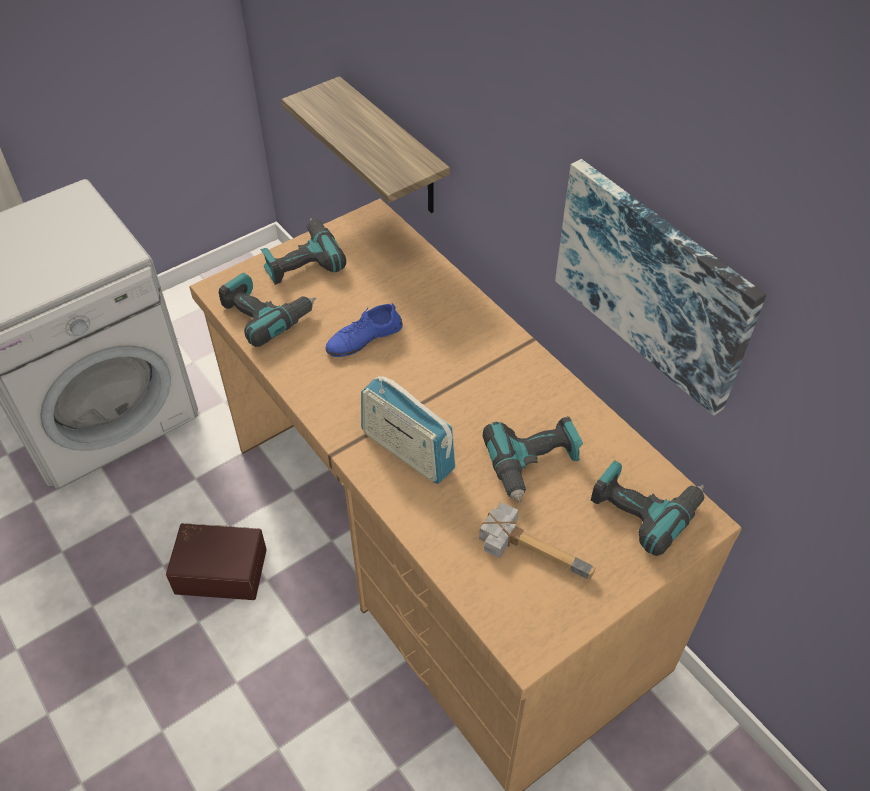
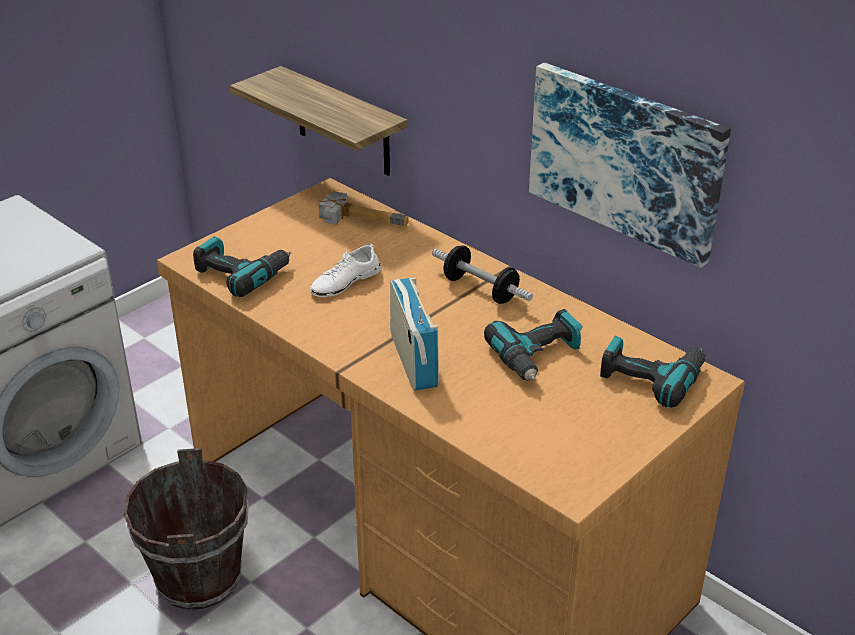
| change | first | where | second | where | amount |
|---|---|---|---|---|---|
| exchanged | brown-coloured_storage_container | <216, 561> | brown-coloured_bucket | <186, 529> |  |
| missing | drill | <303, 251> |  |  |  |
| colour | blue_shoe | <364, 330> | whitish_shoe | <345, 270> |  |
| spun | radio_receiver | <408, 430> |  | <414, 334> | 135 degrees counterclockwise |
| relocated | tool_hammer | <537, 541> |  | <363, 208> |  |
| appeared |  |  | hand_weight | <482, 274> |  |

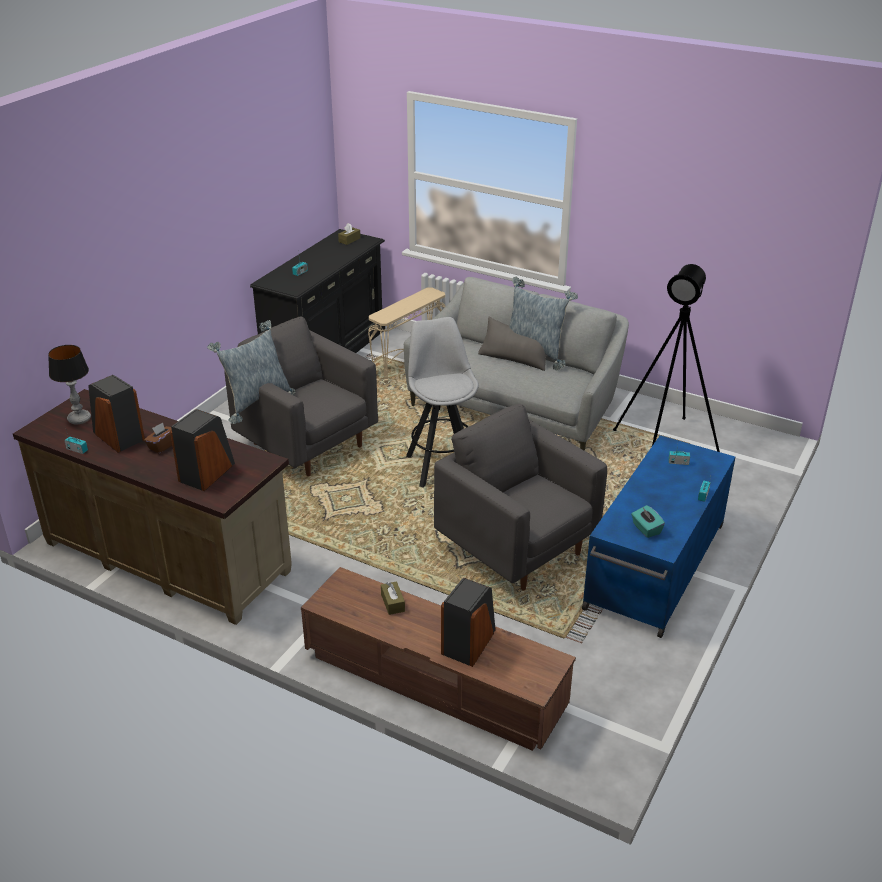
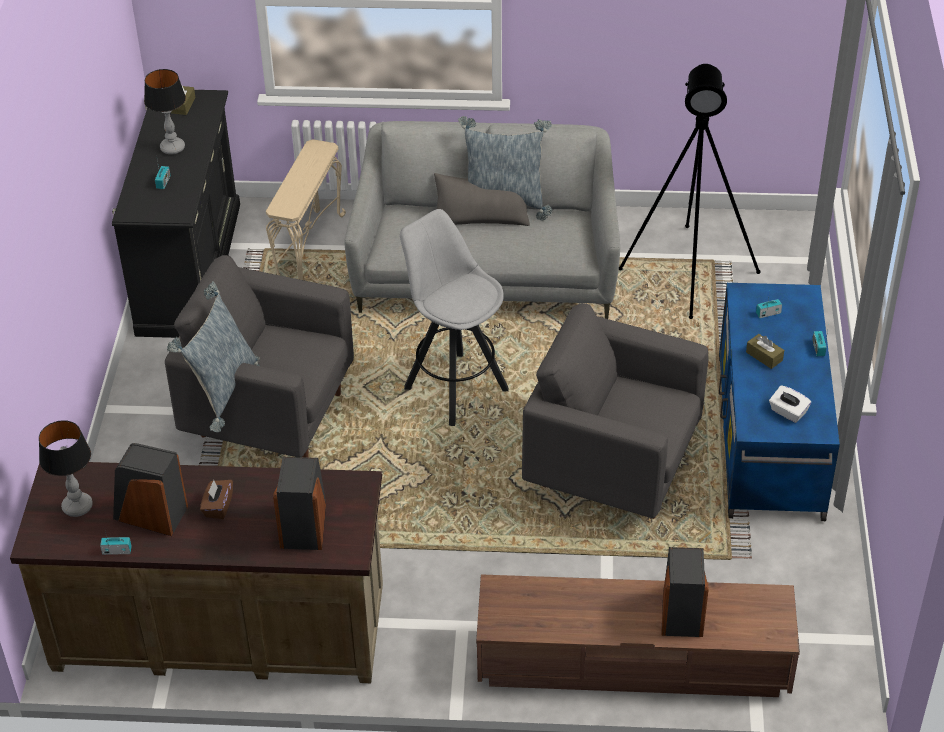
| change | first | where | second | where | amount |
|---|---|---|---|---|---|
| relocated | brown-coloured_box_of_tissues | <393, 598> |  | <765, 351> |  |
| colour | turquoise-coloured_box_of_tissues | <648, 521> | whitish_box_of_tissues | <790, 404> |  |
| appeared |  |  | lamp_for_a_table | <165, 112> |  |

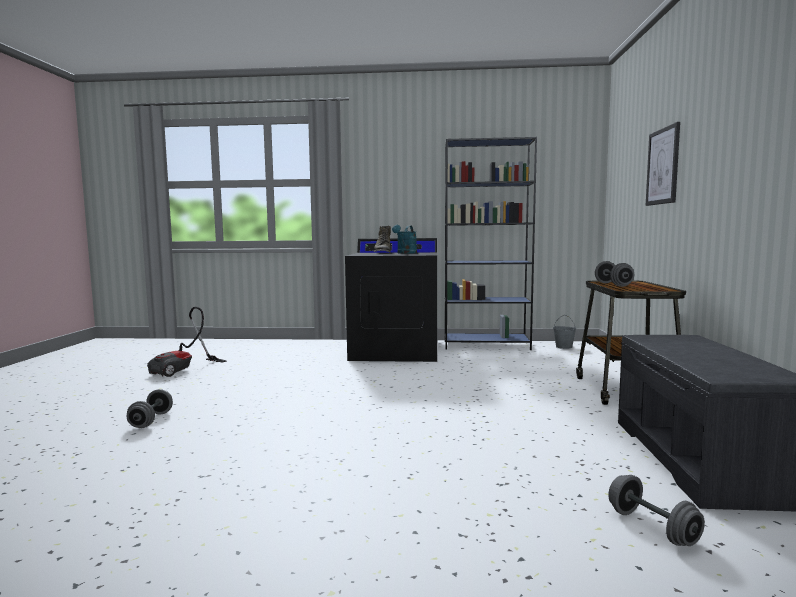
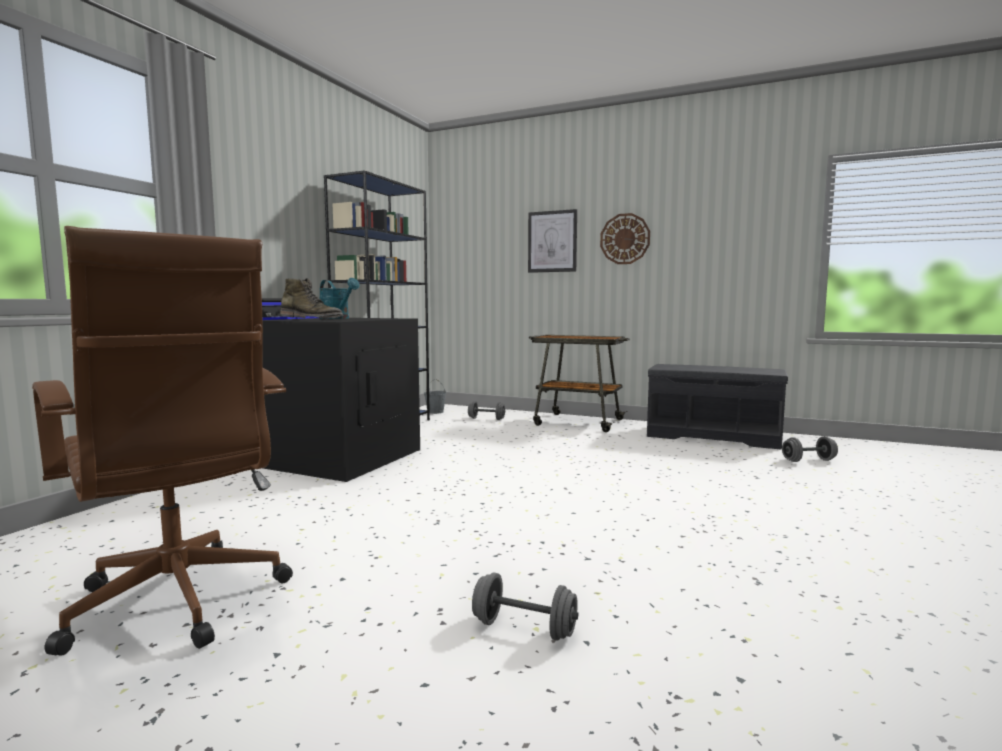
| change | first | where | second | where | amount |
|---|---|---|---|---|---|
| exchanged | vacuum_cleaner | <187, 342> | brown-coloured_desk_chair | <162, 441> |  |
| relocated | gray_hand_weight | <614, 274> |  | <486, 410> |  |
| appeared |  |  | wall_clock | <625, 238> |  |

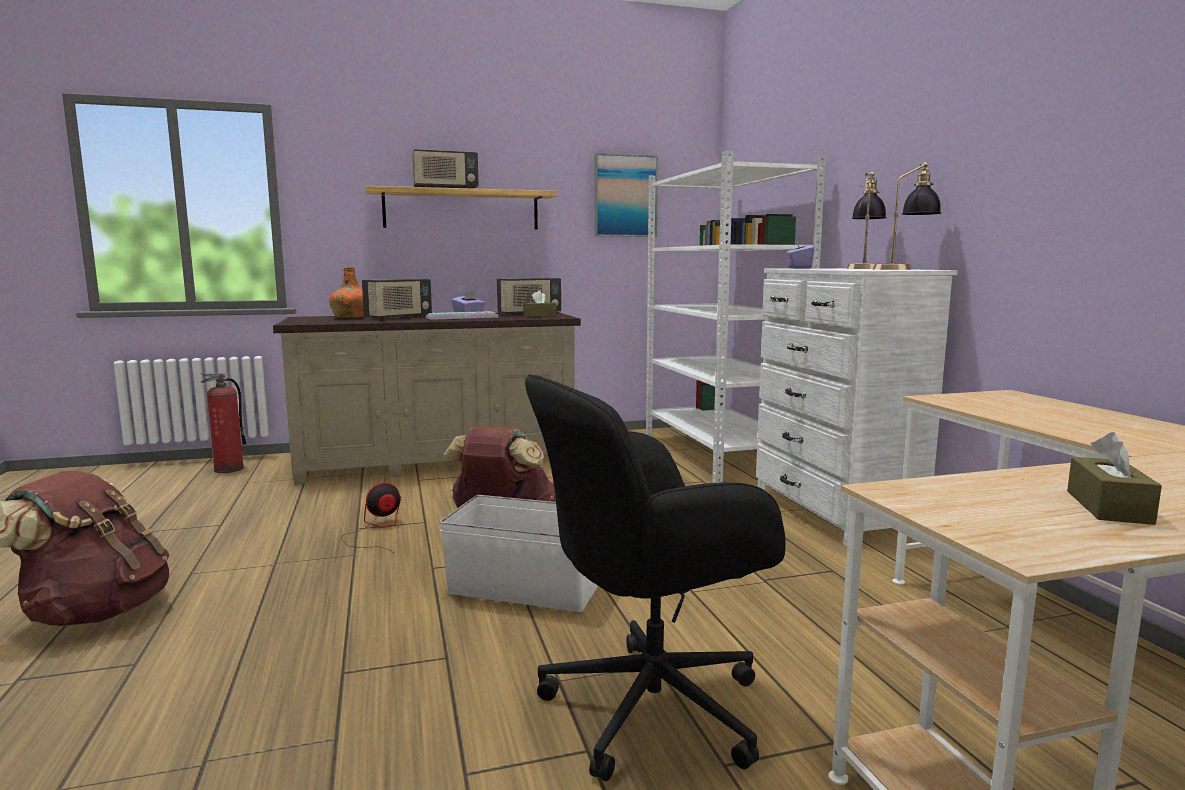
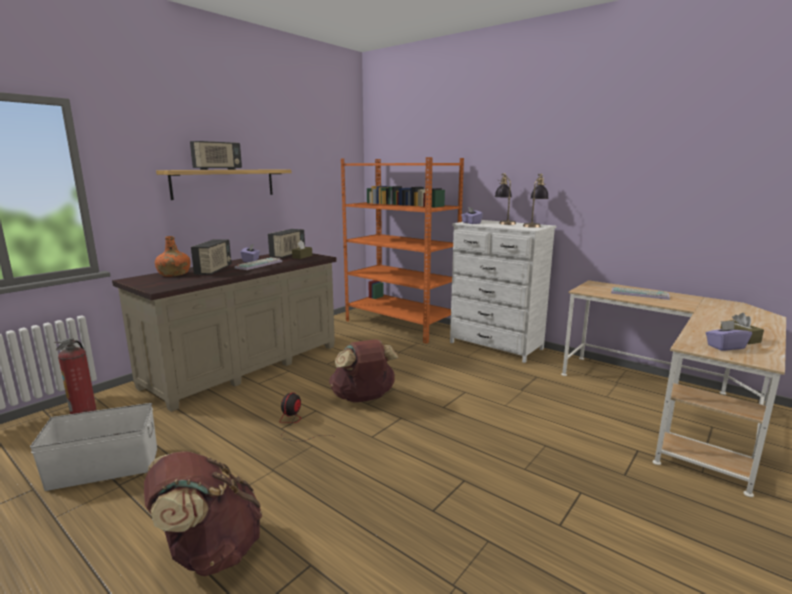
| change | first | where | second | where | amount |
|---|---|---|---|---|---|
| relocated | whitish_storage_container | <519, 553> |  | <93, 447> |  |
| missing | black_desk_chair | <655, 578> |  |  |  |
| missing | picture | <626, 195> |  |  |  |
| colour | whitish_bookcase | <736, 317> | orangey_bookcase | <402, 250> |  |
| appeared |  |  | PC_keyboard | <640, 293> |  |
| appeared |  |  | purple-coloured_box_of_tissues | <729, 335> |  |

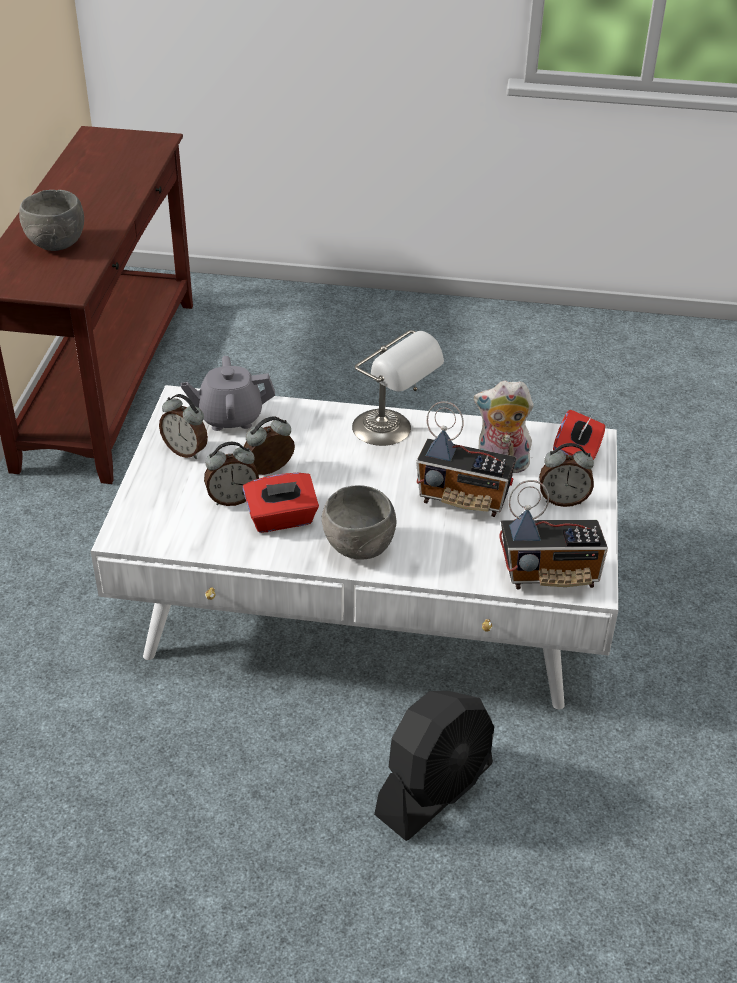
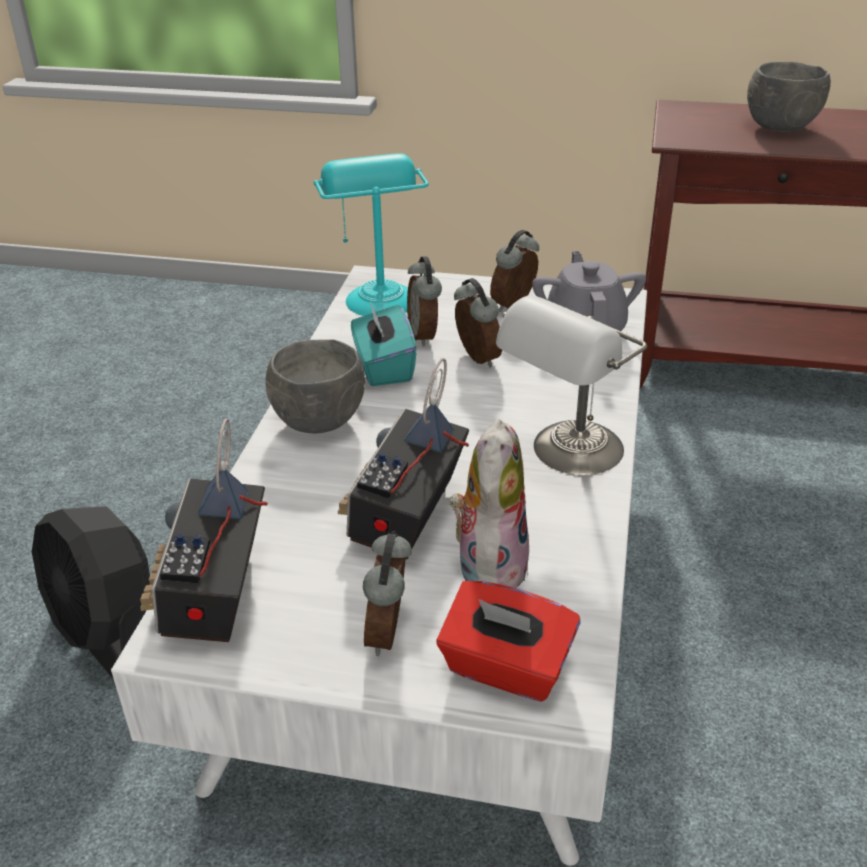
| change | first | where | second | where | amount |
|---|---|---|---|---|---|
| colour | red_box_of_tissues | <281, 503> | turquoise-coloured_box_of_tissues | <384, 343> |  |
| appeared |  |  | turquoise-coloured_lamp_for_a_table | <371, 234> |  |

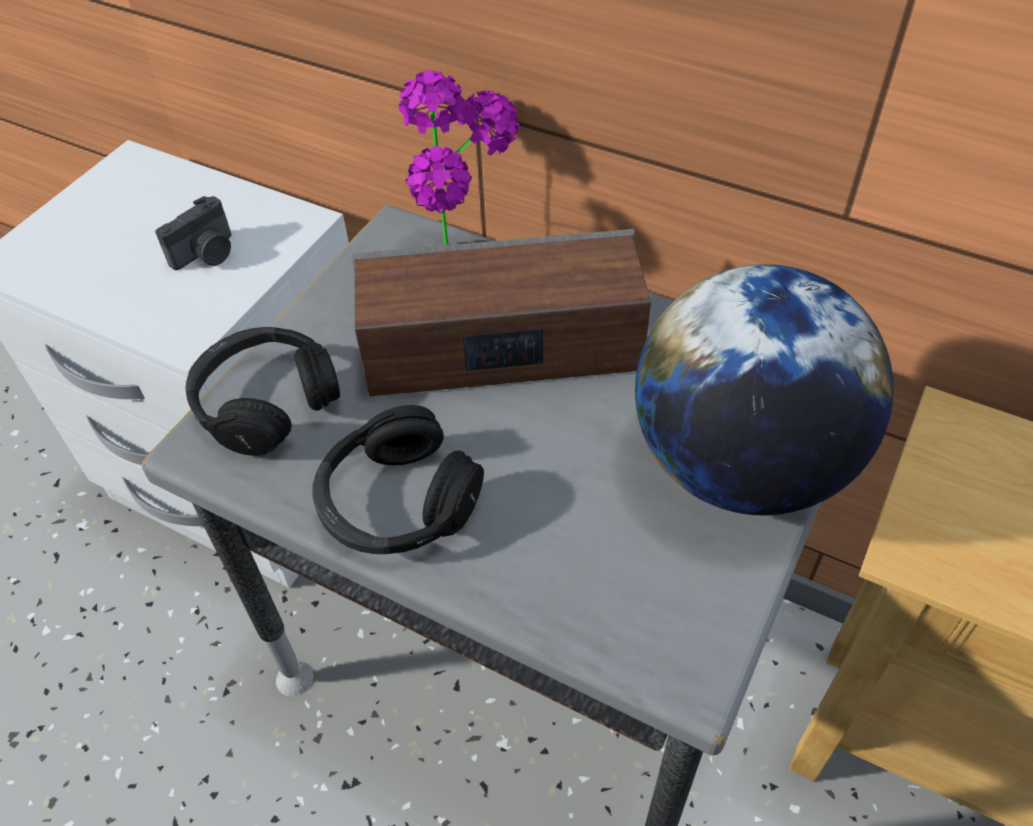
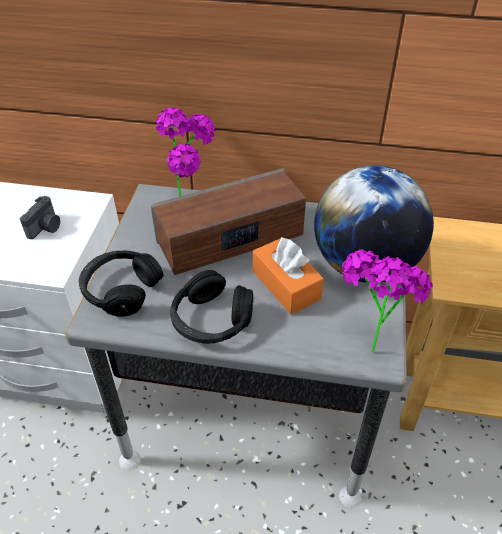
| change | first | where | second | where | amount |
|---|---|---|---|---|---|
| appeared |  |  | orangey_box_of_tissues | <288, 275> |  |
| appeared |  |  | plant_in_a_pot | <387, 301> |  |

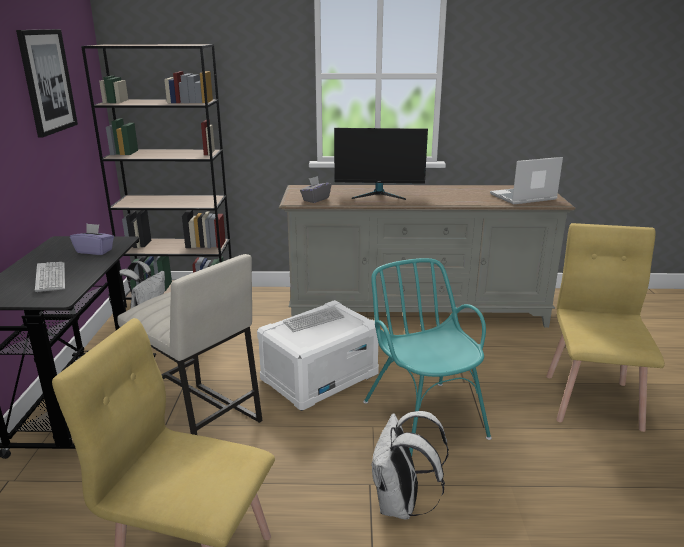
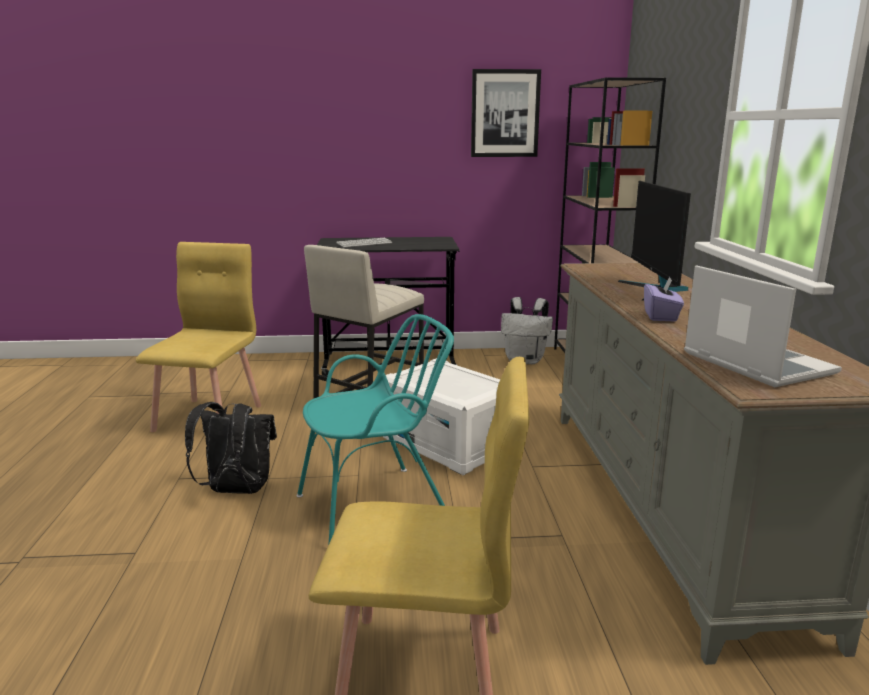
| change | first | where | second | where | amount |
|---|---|---|---|---|---|
| relocated | purple-coloured_box_of_tissues | <92, 239> |  | <664, 298> |  |
| missing | PC_keyboard | <314, 319> |  |  |  |
| missing | gray_box_of_tissues | <315, 189> |  |  |  |
| colour | whitish_rucksack | <410, 465> | black_rucksack | <231, 448> |  |

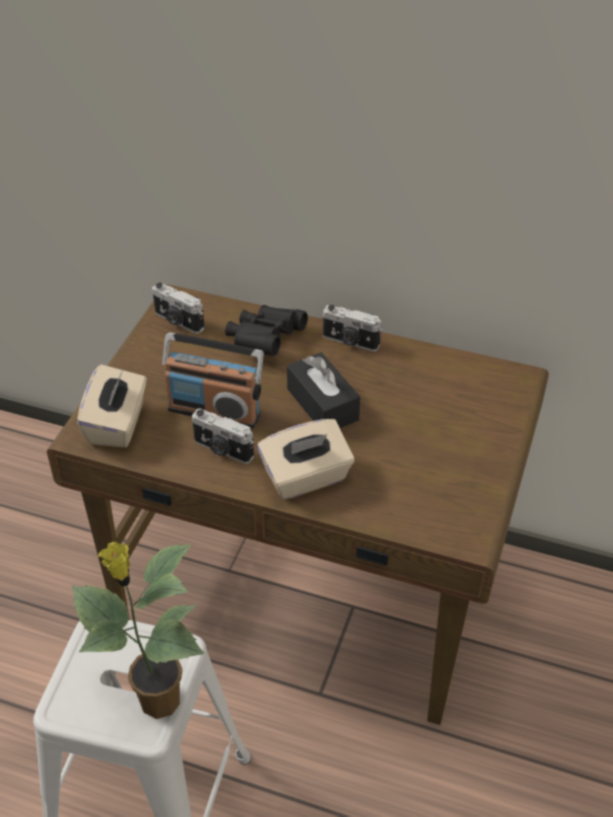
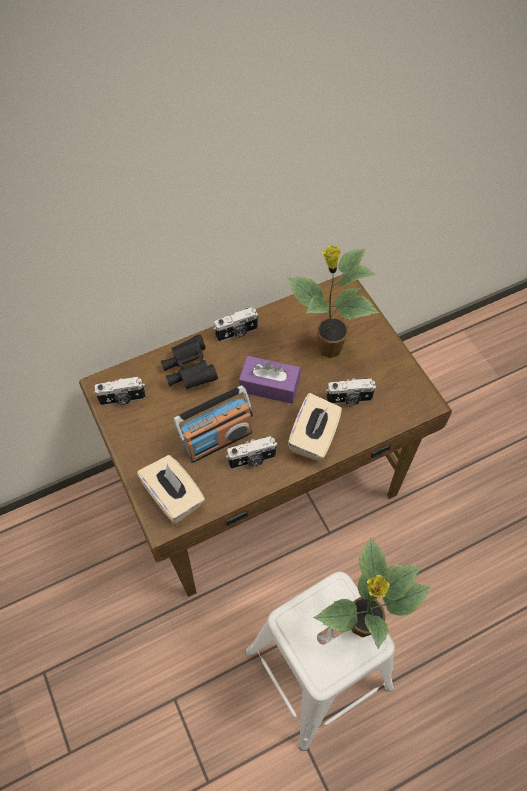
| change | first | where | second | where | amount |
|---|---|---|---|---|---|
| colour | black_box_of_tissues | <323, 390> | purple-coloured_box_of_tissues | <269, 380> |  |
| appeared |  |  | plant_in_a_pot | <333, 301> |  |
| appeared |  |  | photo_camera | <351, 391> |  |

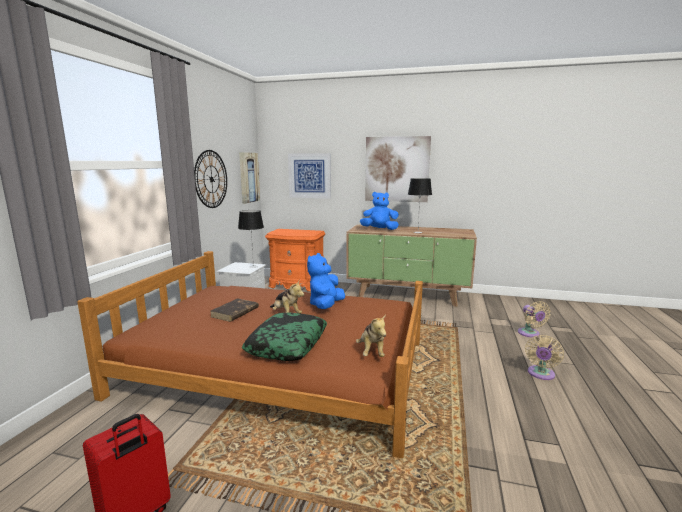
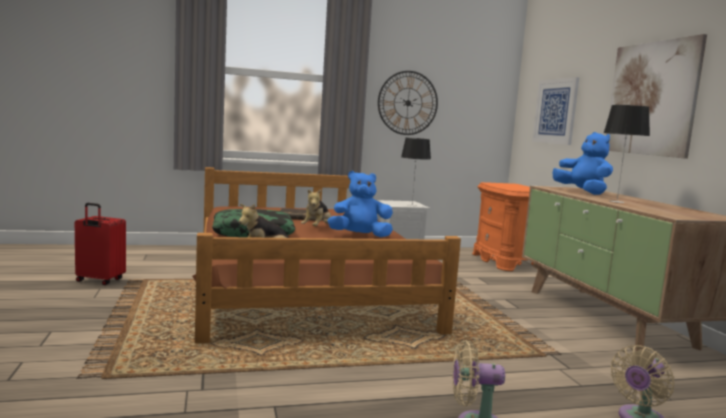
| change | first | where | second | where | amount |
|---|---|---|---|---|---|
| missing | picture | <249, 178> |  |  |  |

